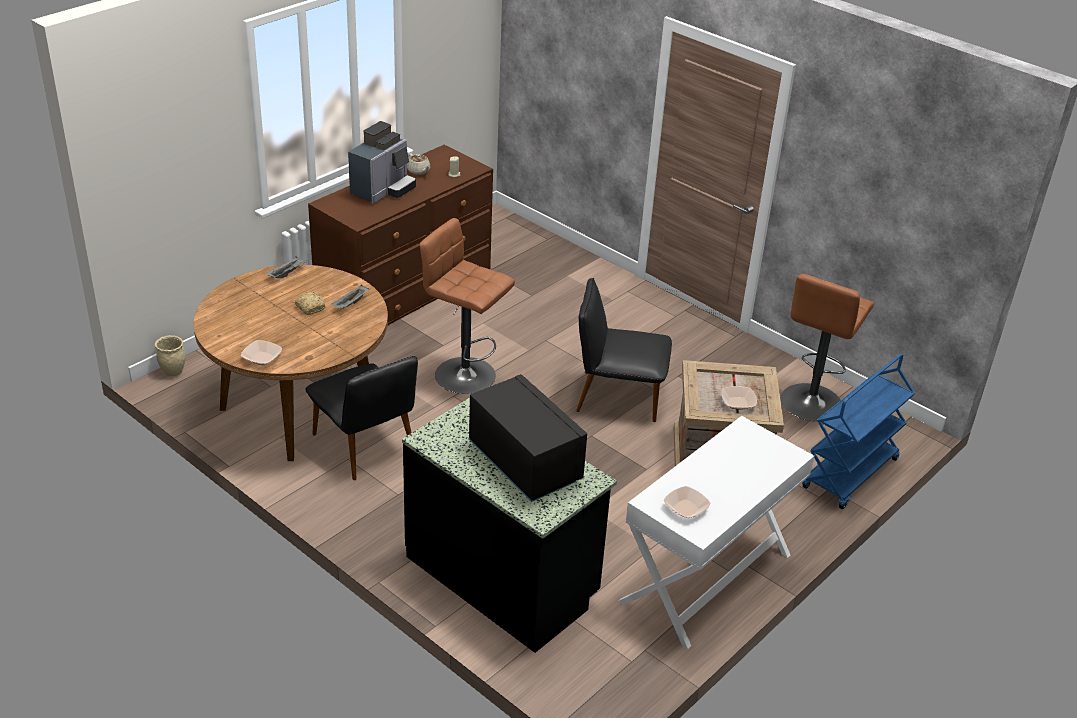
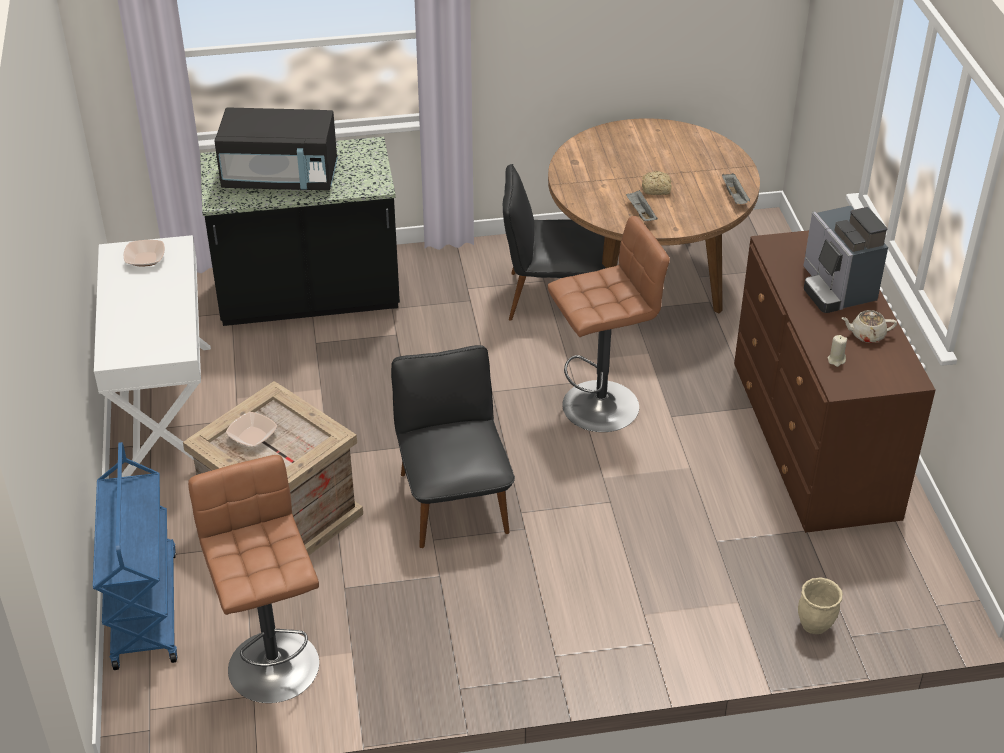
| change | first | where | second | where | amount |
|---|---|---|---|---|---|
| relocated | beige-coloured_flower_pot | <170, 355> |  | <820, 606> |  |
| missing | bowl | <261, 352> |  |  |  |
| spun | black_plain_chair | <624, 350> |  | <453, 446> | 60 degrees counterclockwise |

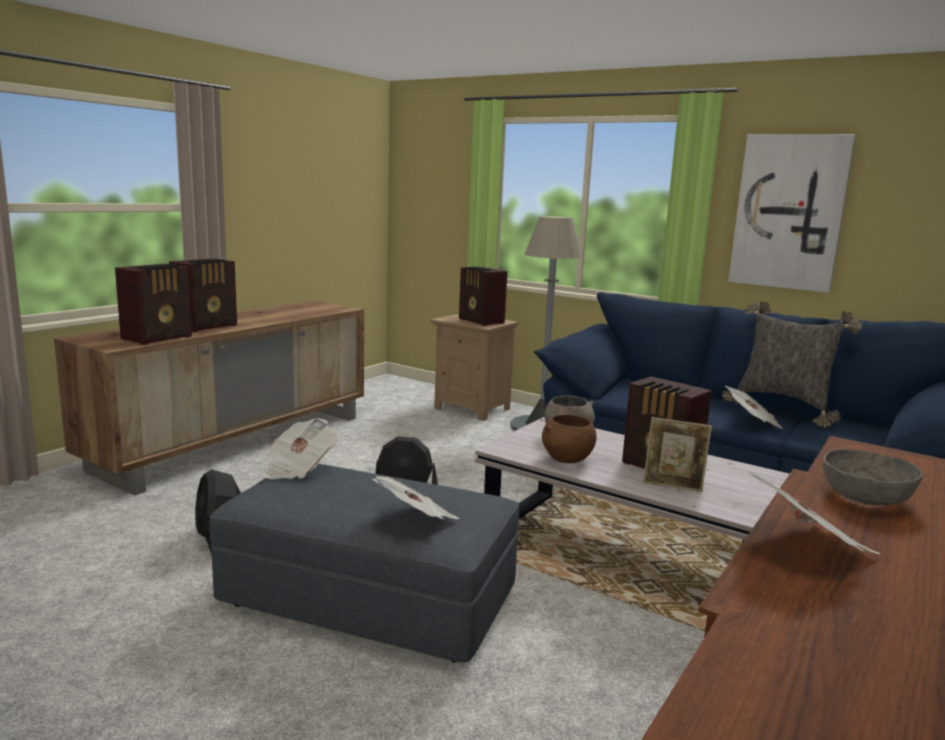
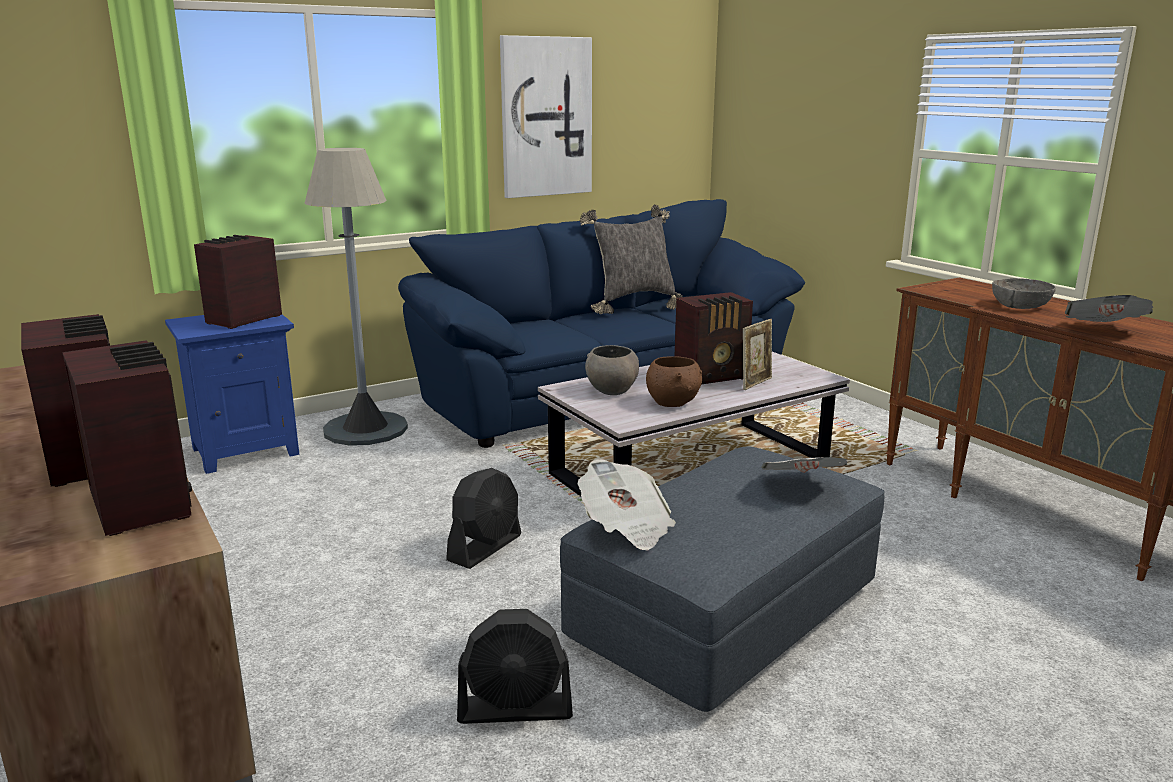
| change | first | where | second | where | amount |
|---|---|---|---|---|---|
| colour | beige-coloured_night_table | <474, 367> | blue_night_table | <232, 394> |  |
| spun | radio_receiver | <483, 296> |  | <238, 282> | 135 degrees clockwise |
| missing | newspaper | <754, 407> |  |  |  |

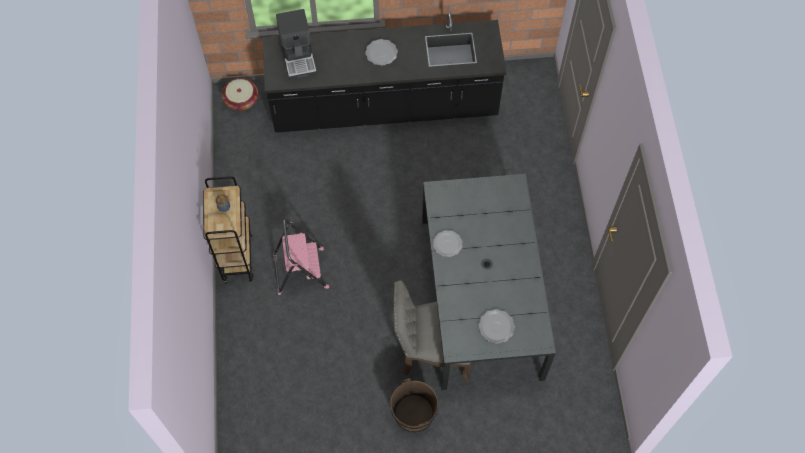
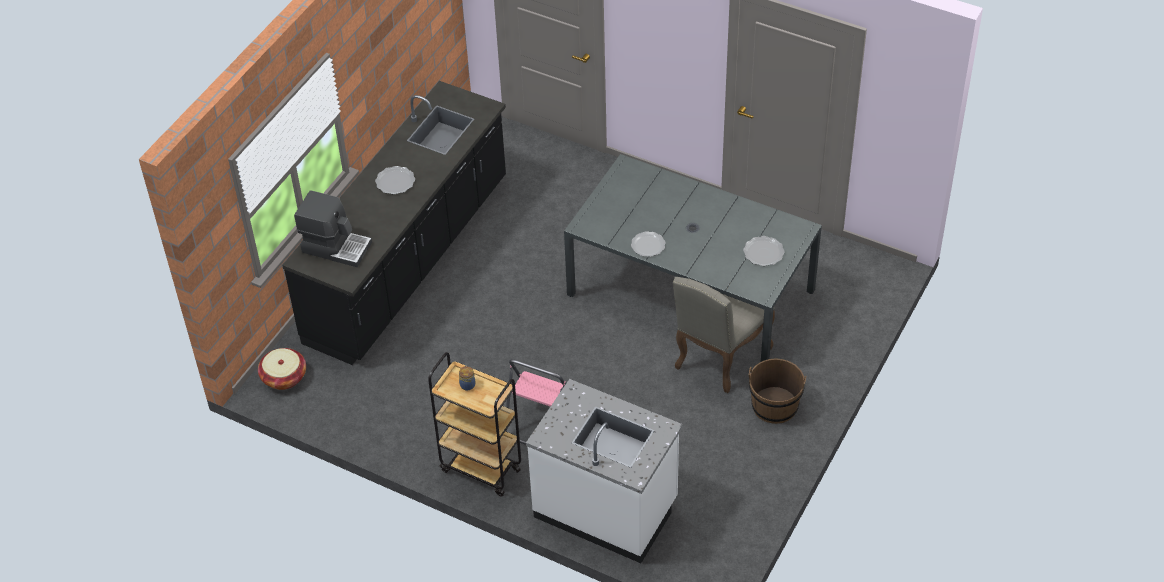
| change | first | where | second | where | amount |
|---|---|---|---|---|---|
| appeared |  |  | whitish_counter | <604, 471> |  |

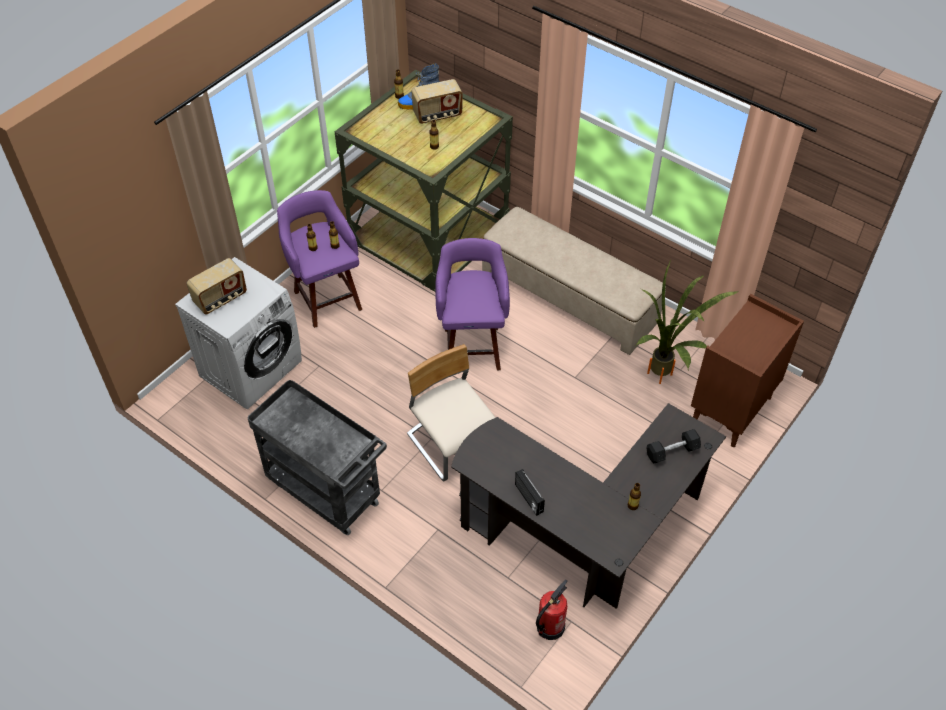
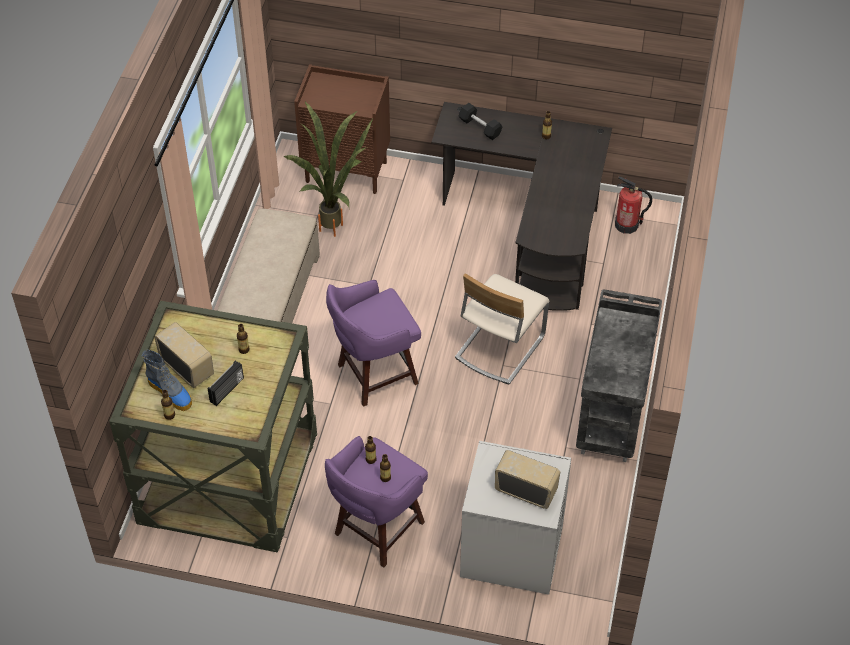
| change | first | where | second | where | amount |
|---|---|---|---|---|---|
| relocated | radio_receiver | <530, 492> |  | <226, 383> |  |

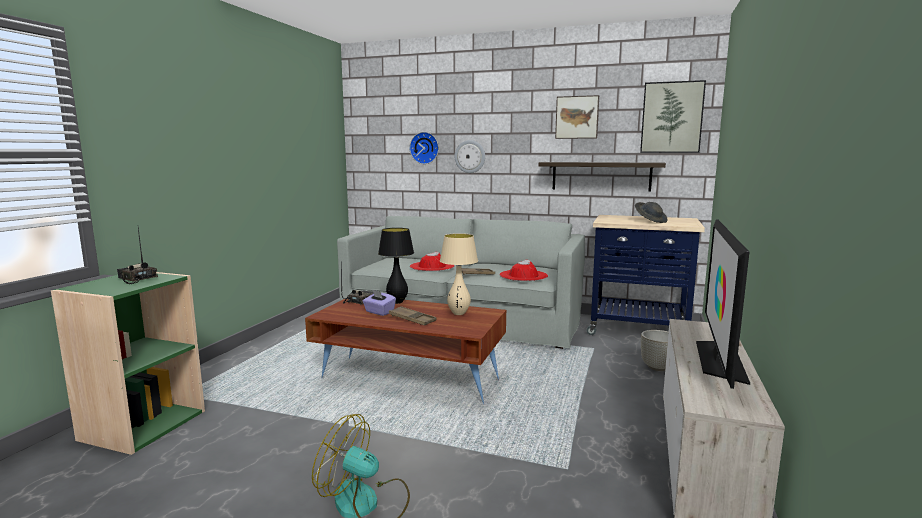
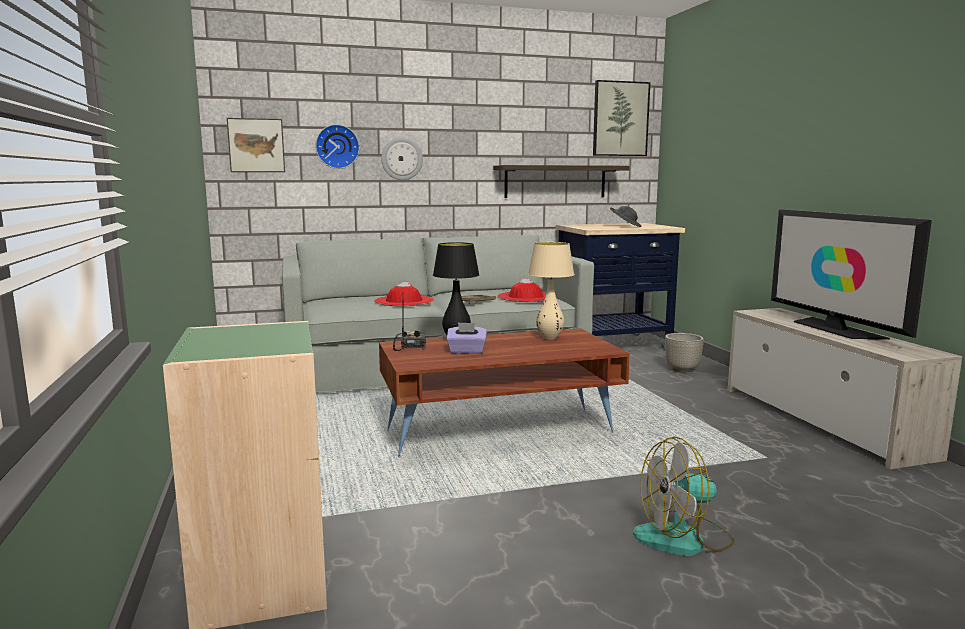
| change | first | where | second | where | amount |
|---|---|---|---|---|---|
| missing | radio_receiver | <137, 255> |  |  |  |
| missing | brown-coloured_tray | <412, 316> |  |  |  |
| relocated | picture | <577, 117> |  | <256, 145> |  |

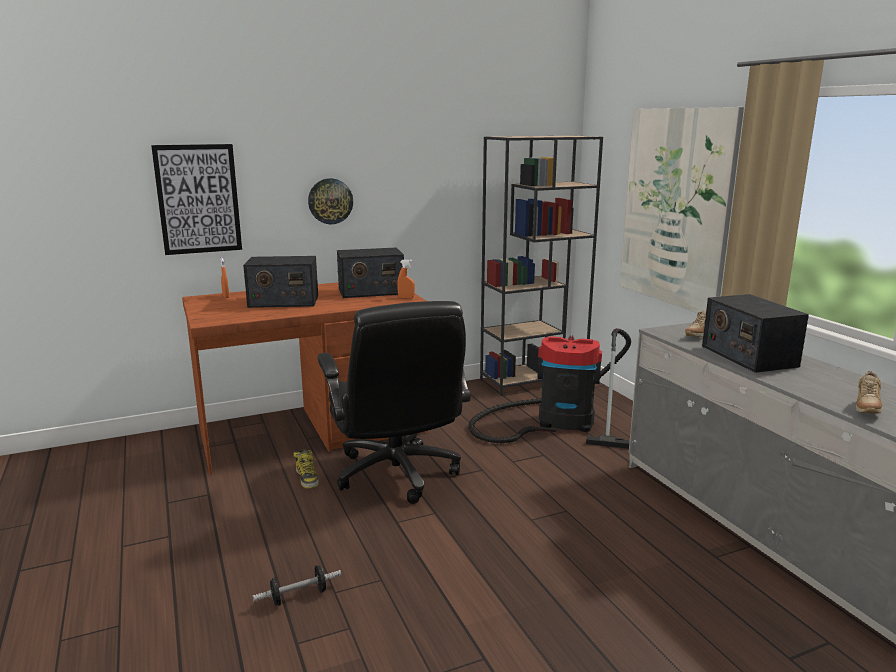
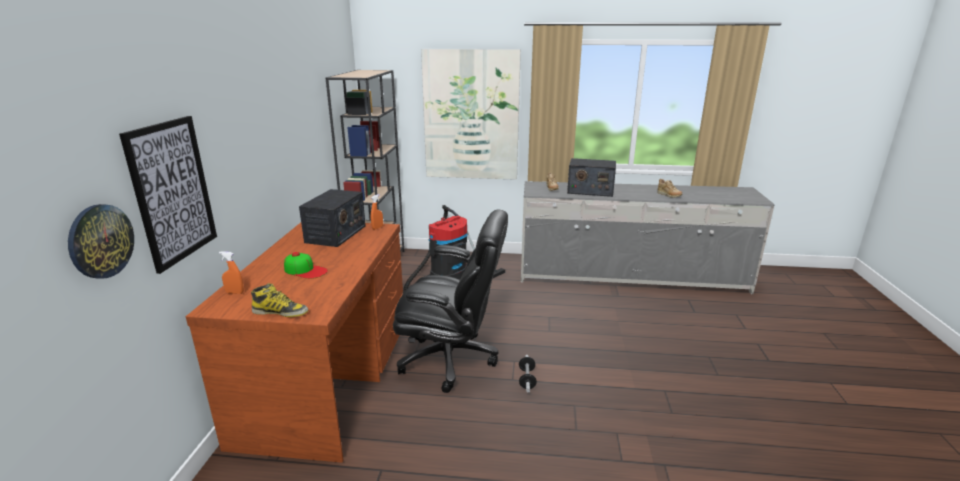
| change | first | where | second | where | amount |
|---|---|---|---|---|---|
| exchanged | radio_receiver | <280, 282> | baseball_cap | <306, 265> |  |
| relocated | hand_weight | <297, 585> |  | <528, 373> |  |
| relocated | boot | <306, 469> |  | <280, 300> |  |
| relocated | wall_clock | <330, 201> |  | <101, 241> |  |

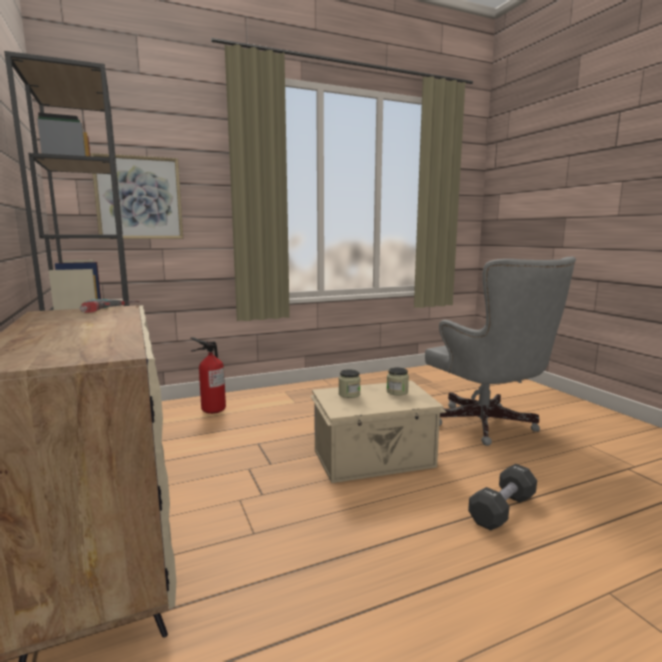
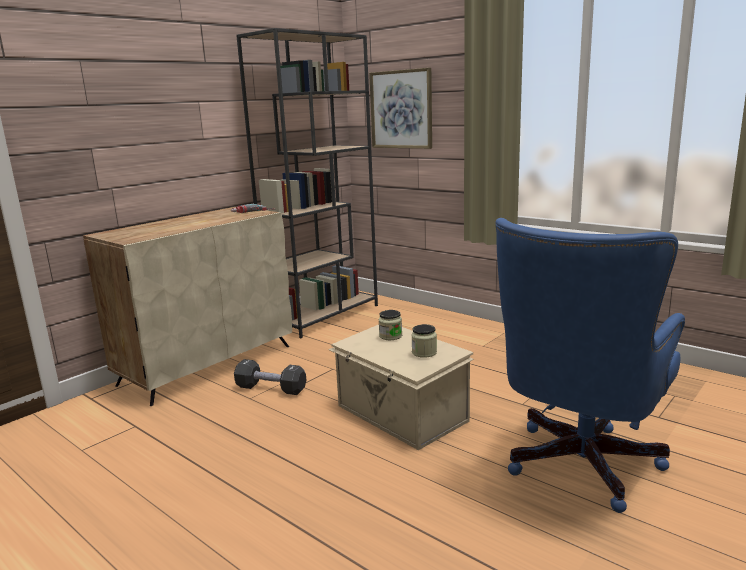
| change | first | where | second | where | amount |
|---|---|---|---|---|---|
| missing | extinguisher | <208, 375> |  |  |  |
| colour | gray_desk_chair | <500, 351> | blue_desk_chair | <590, 365> |  |
| relocated | black_hand_weight | <502, 497> |  | <270, 377> |  |

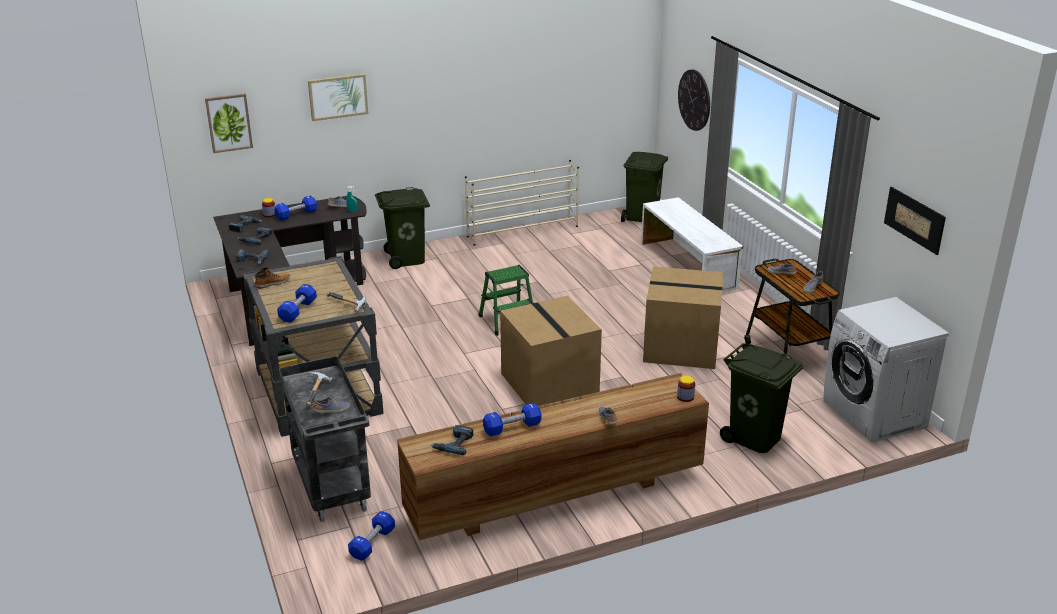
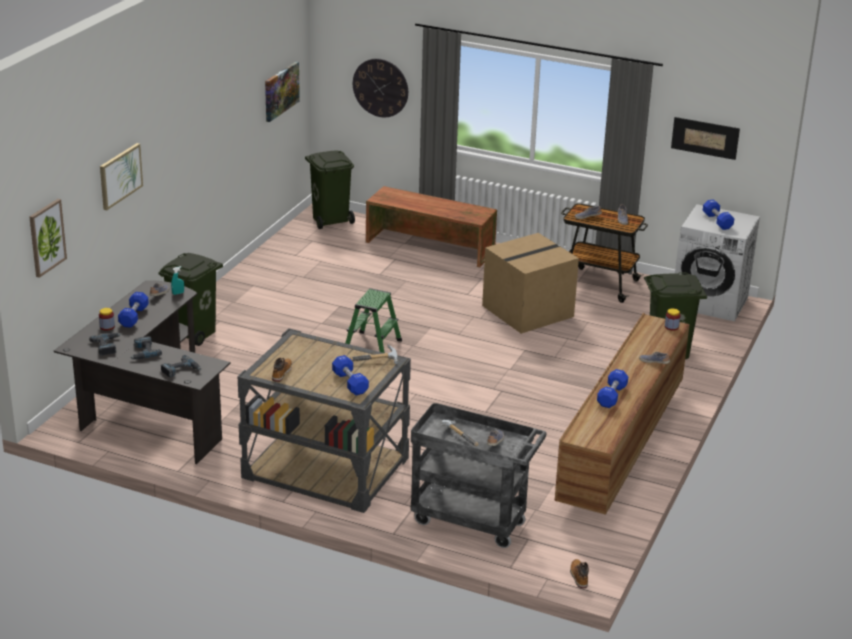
| change | first | where | second | where | amount |
|---|---|---|---|---|---|
| relocated | blue_hand_weight | <371, 536> |  | <718, 214> |  |
| missing | drill | <452, 440> |  |  |  |
| missing | beige-coloured_shoe_shelf | <522, 203> |  |  |  |
| missing | carton | <551, 351> |  |  |  |
| colour | whitish_indoor_bench | <692, 244> | brown-coloured_indoor_bench | <431, 226> |  |
| appeared |  |  | picture | <282, 92> |  |
| appeared |  |  | boot | <579, 573> |  |

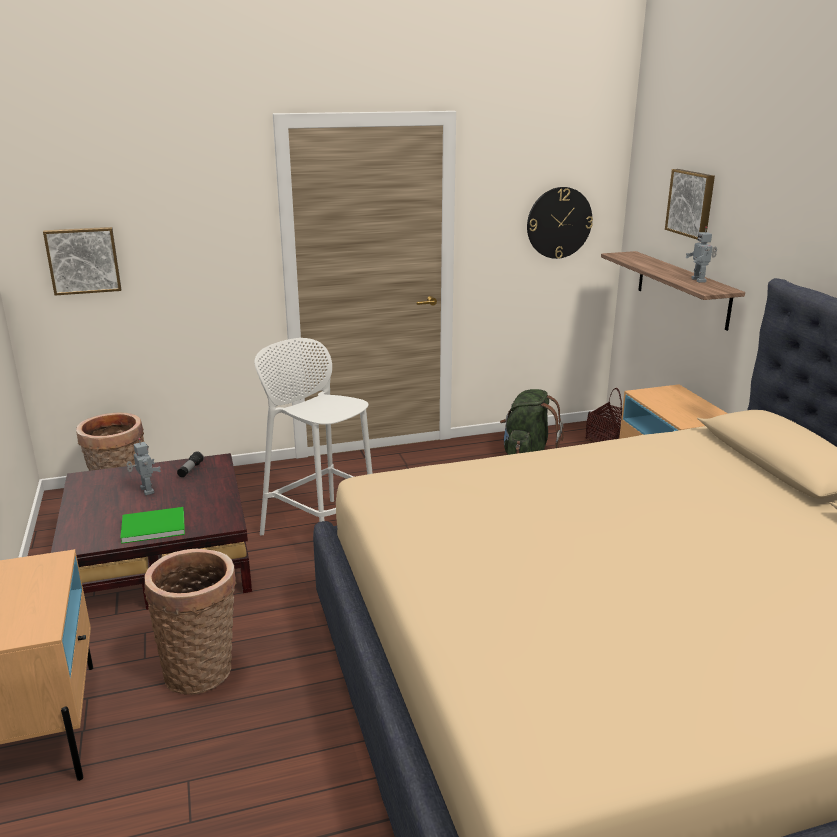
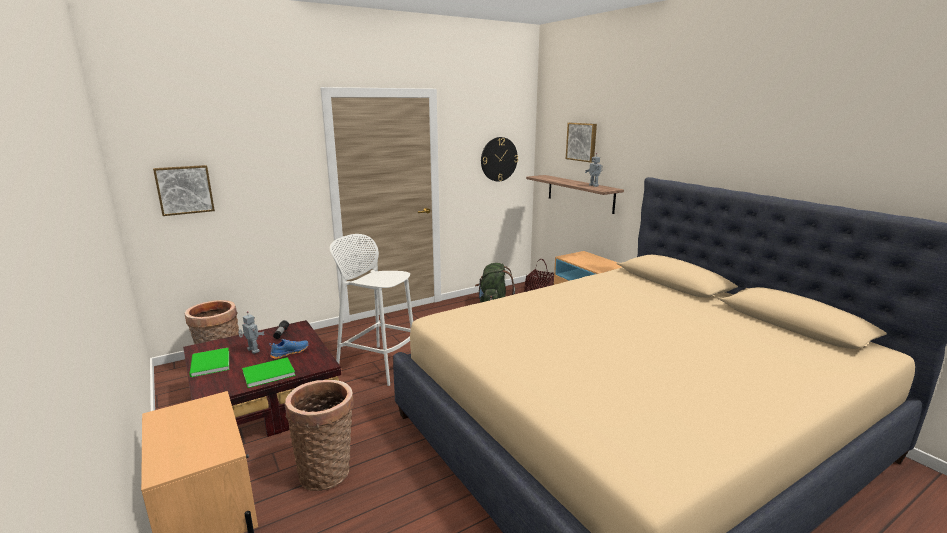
| change | first | where | second | where | amount |
|---|---|---|---|---|---|
| appeared |  |  | green-coloured_book | <209, 362> |  |
| appeared |  |  | blue_shoe | <289, 349> |  |

